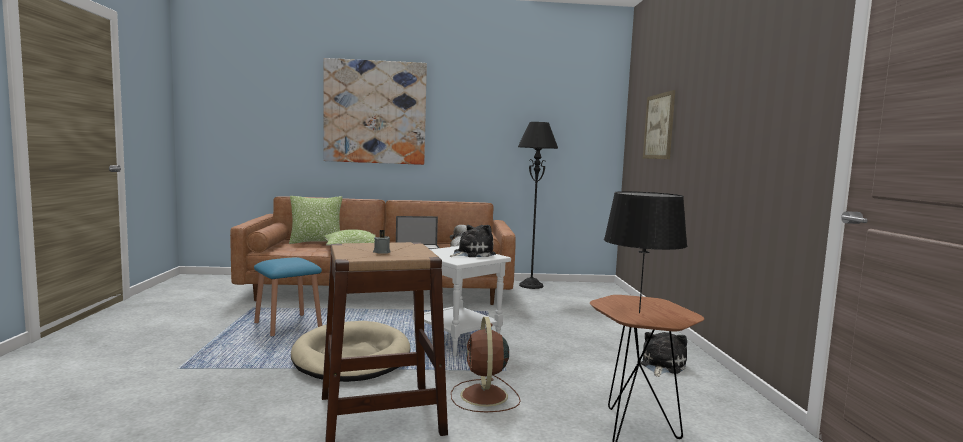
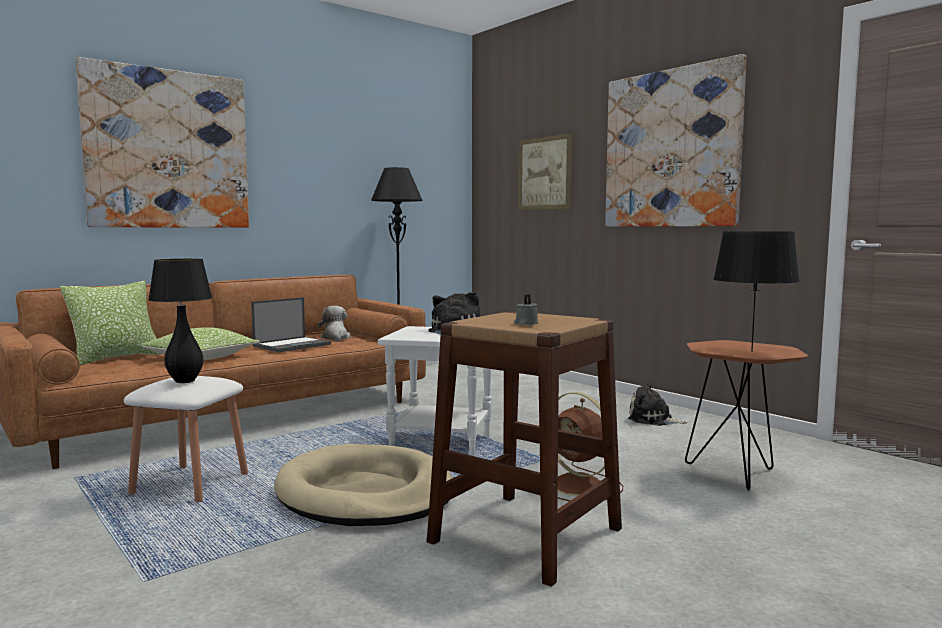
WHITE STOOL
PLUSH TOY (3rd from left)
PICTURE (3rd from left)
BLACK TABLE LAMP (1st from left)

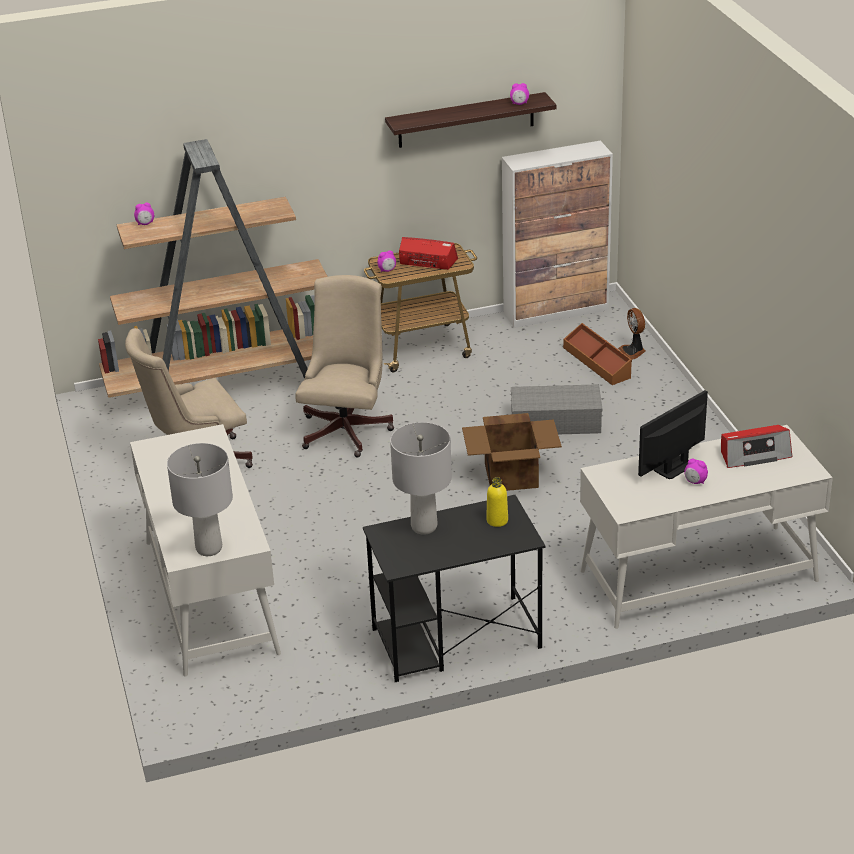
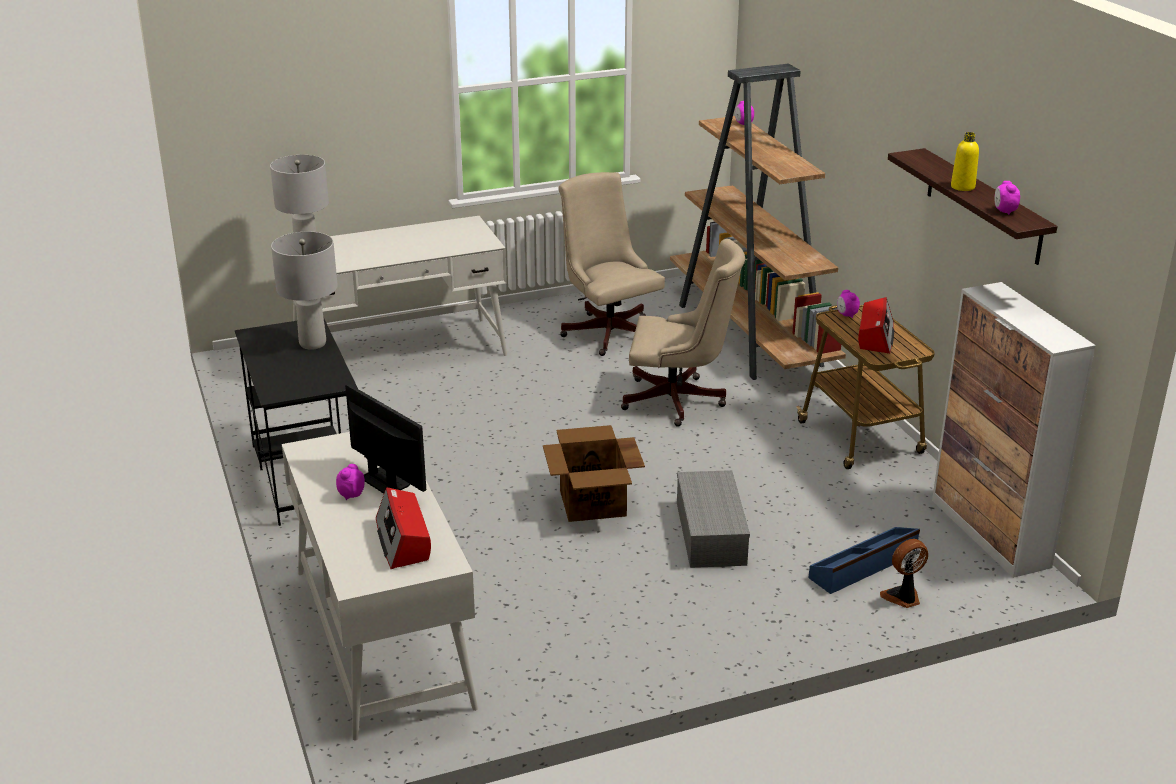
BLUE STORAGE BOX
YELLOW BOTTLE

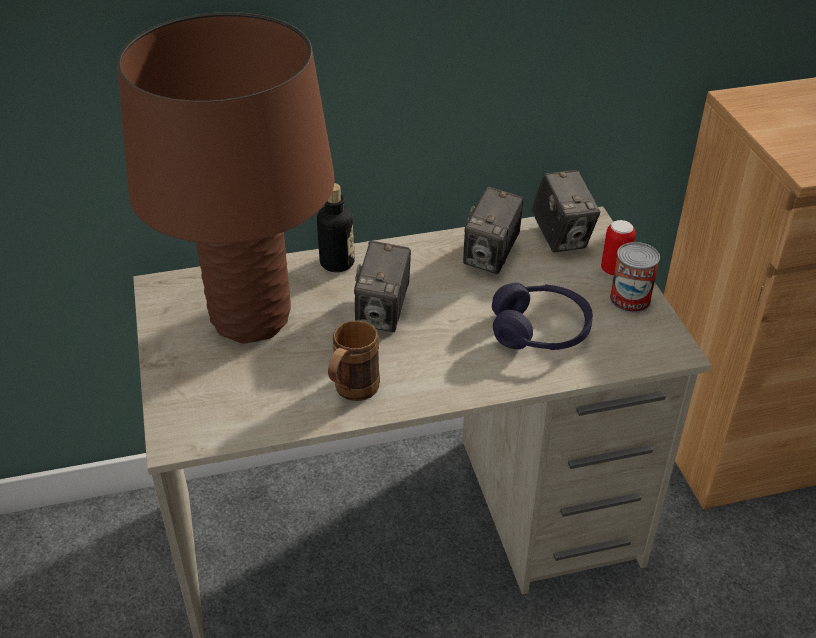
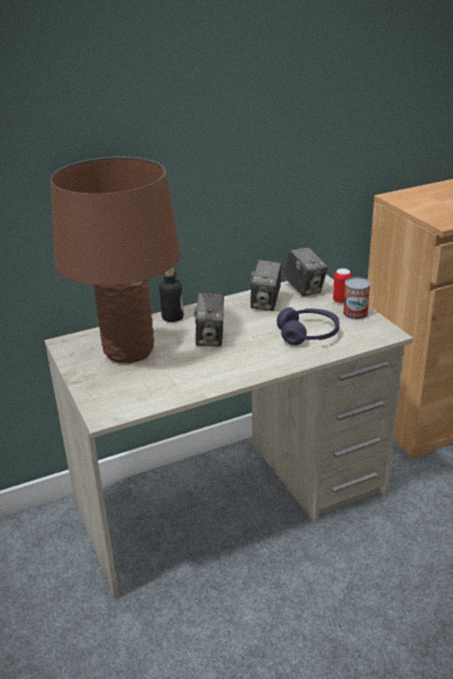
BROWN MUG

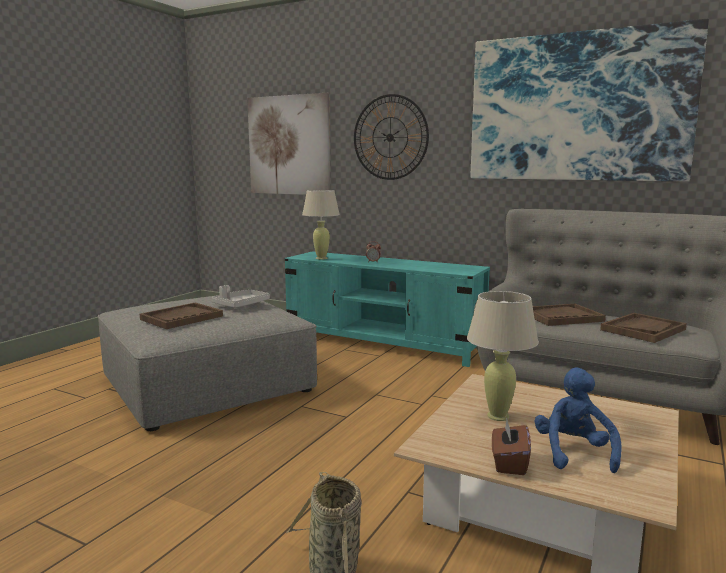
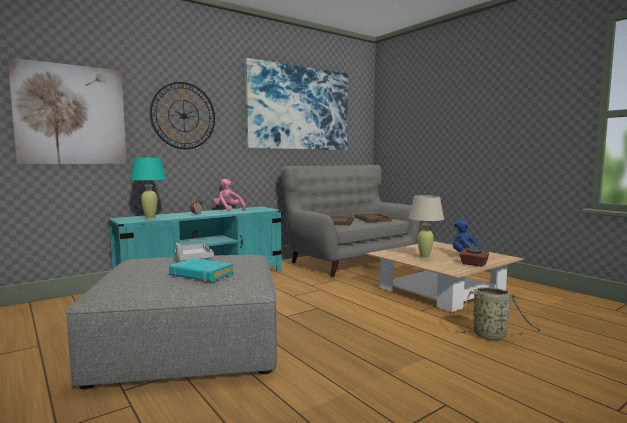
TURQUOISE TABLE LAMP
TURQUOISE BOOK
PINK PLUSH TOY

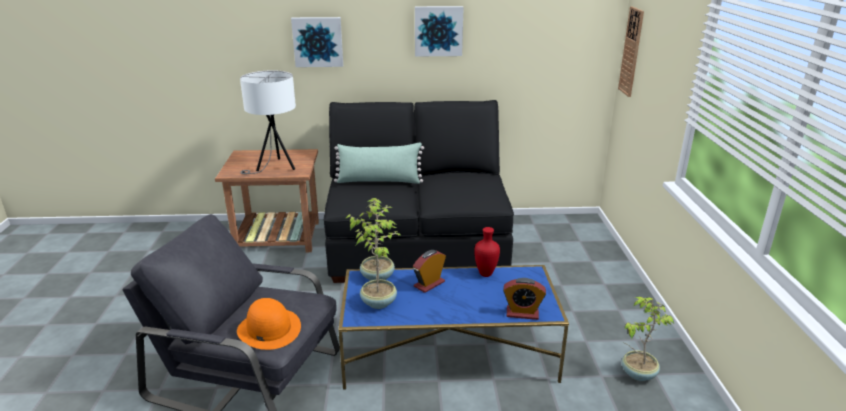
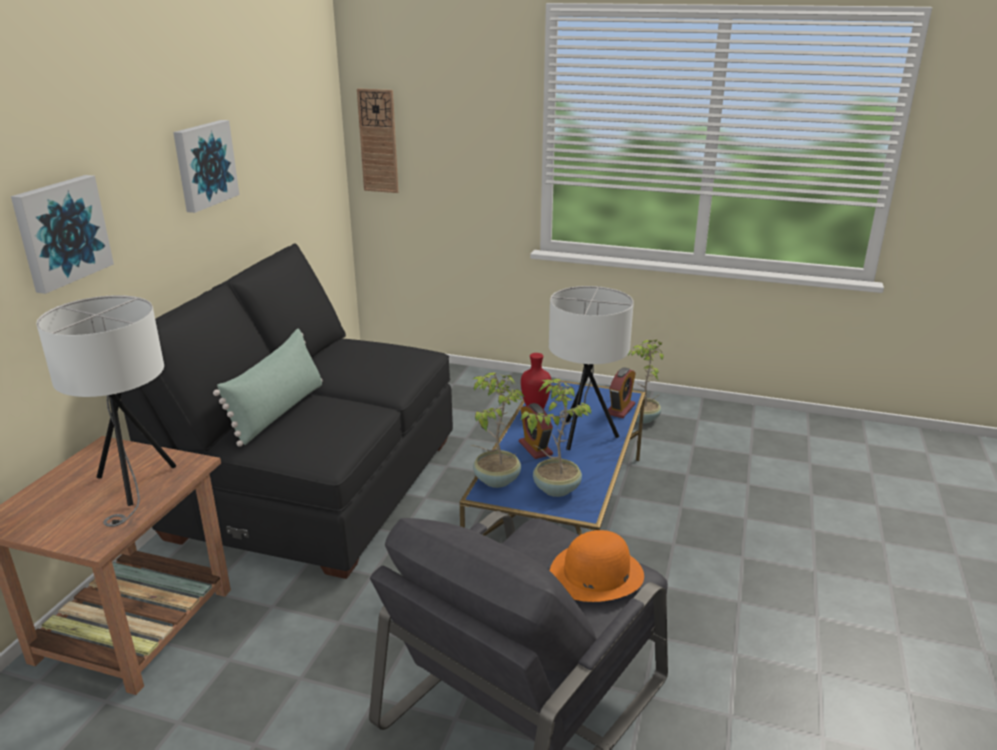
WHITE TABLE LAMP (2nd from left)

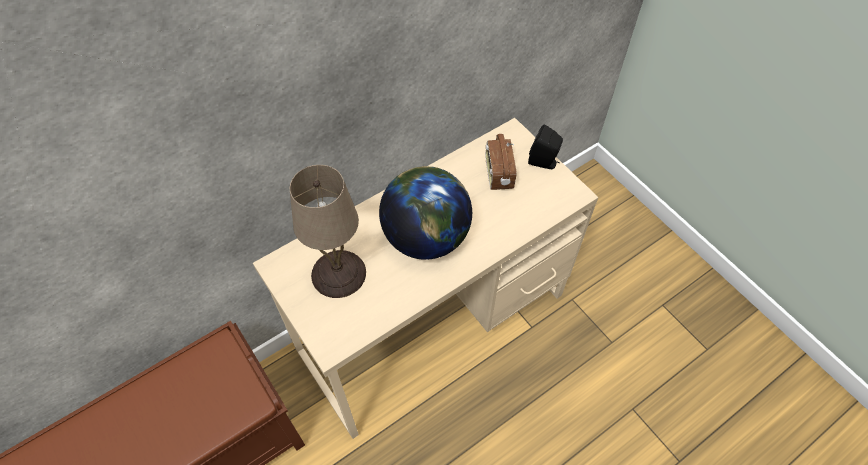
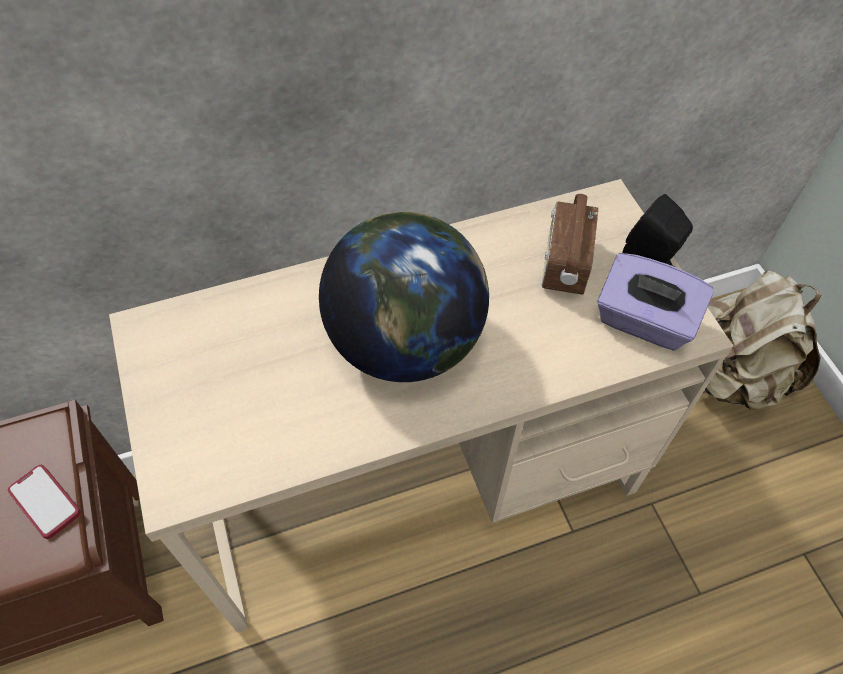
BEIGE TABLE LAMP
PURPLE TISSUE BOX
BEIGE BACKPACK
PHONE

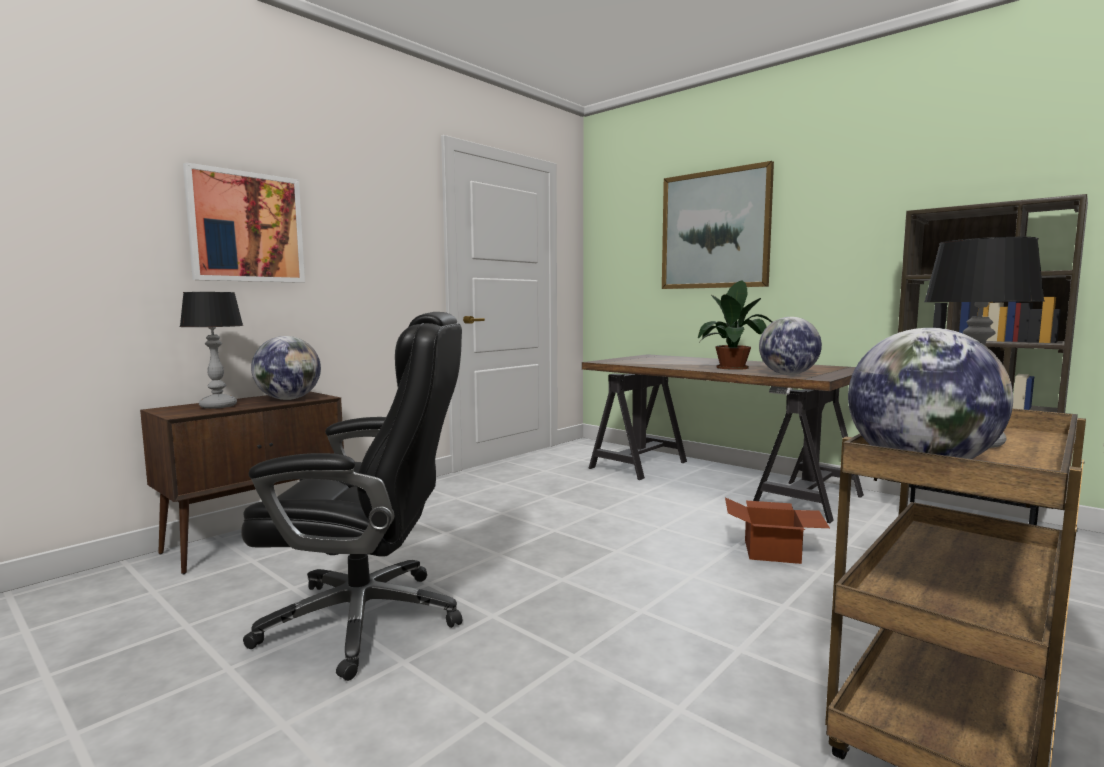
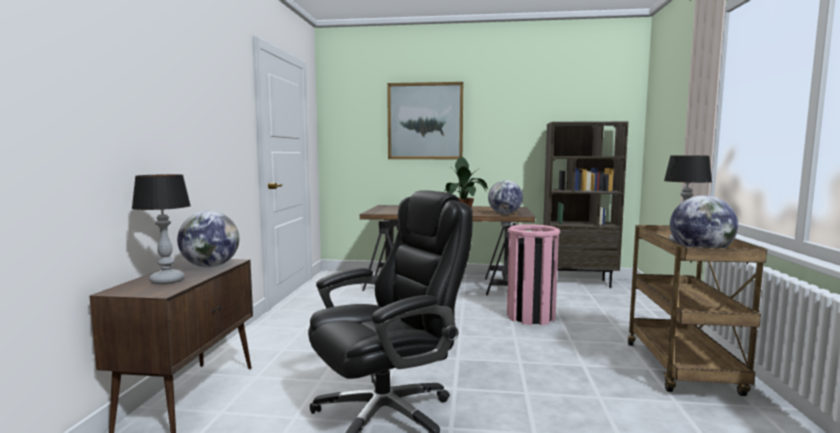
PICTURE (1st from left in the first image)
PINK TRASH CAN

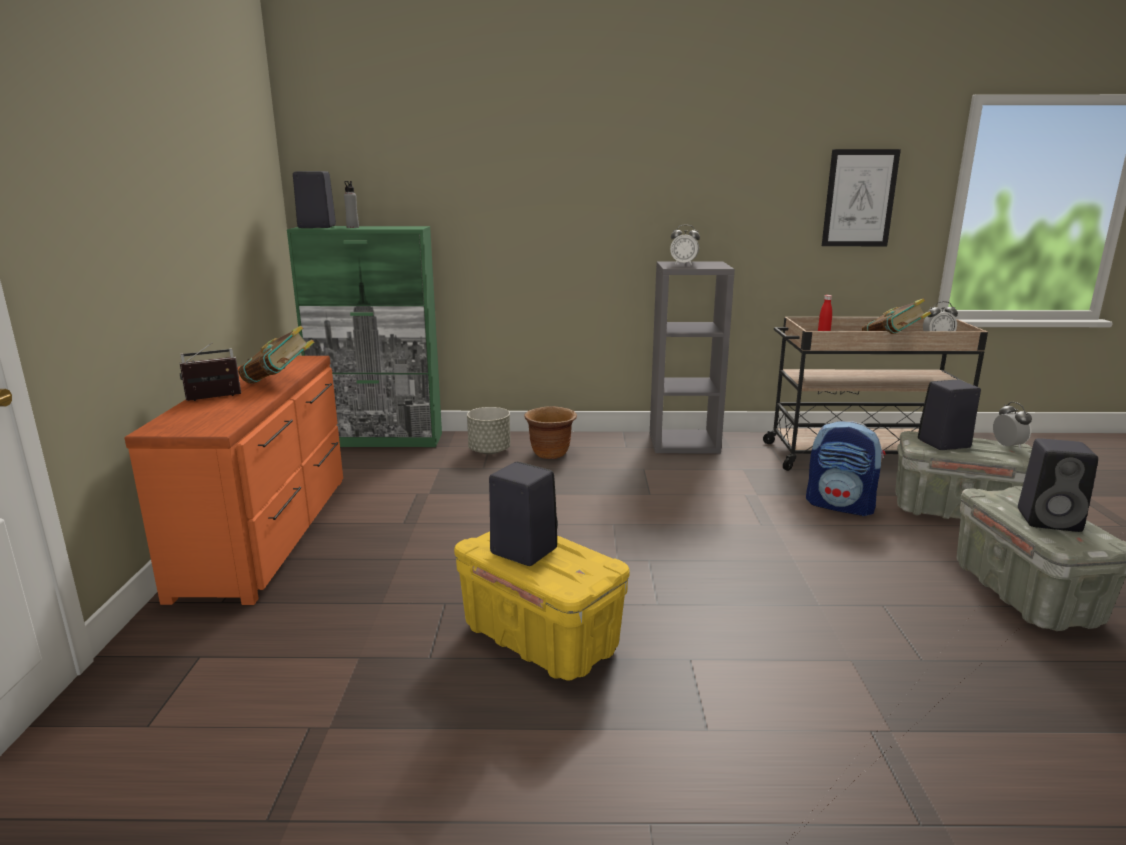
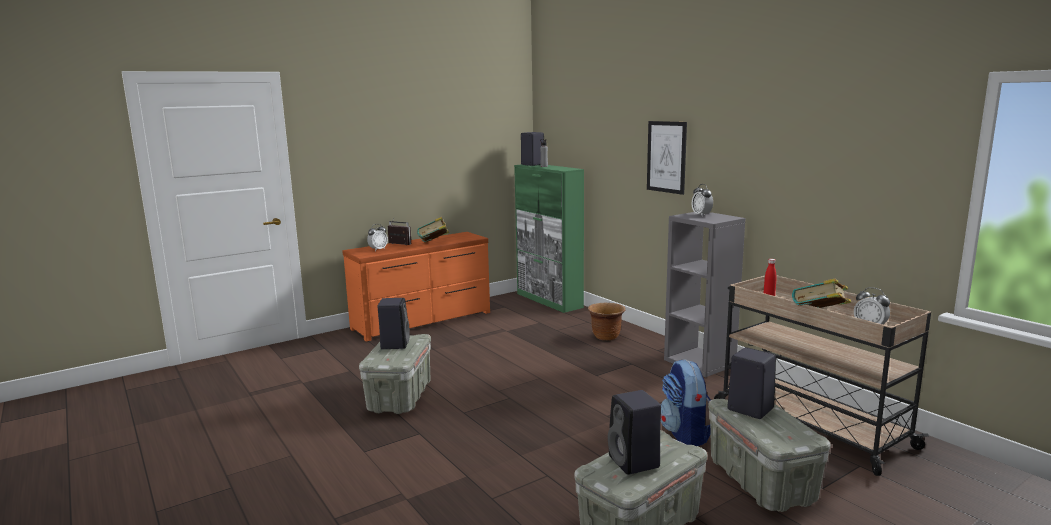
PICTURE
ALARM CLOCK (1st from left)
GREY PLANTER
GREY STORAGE BOX (1st from left)

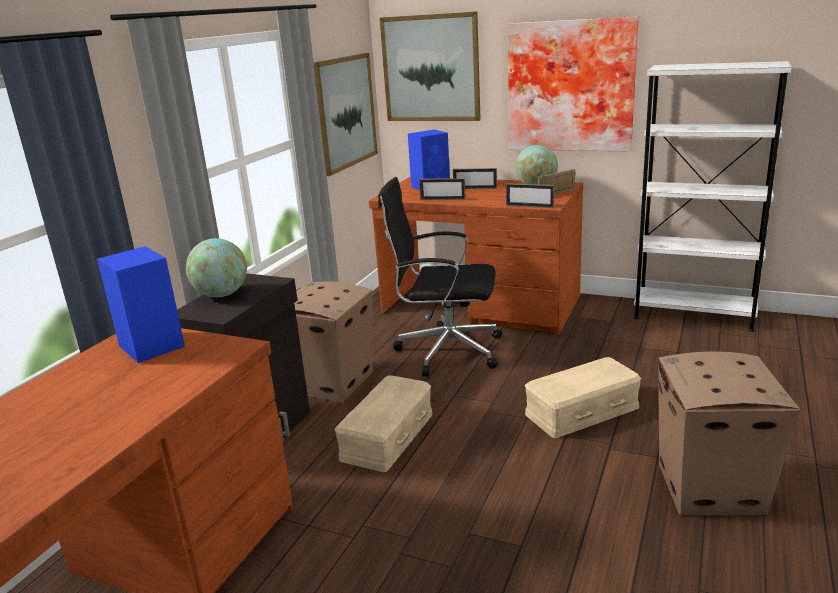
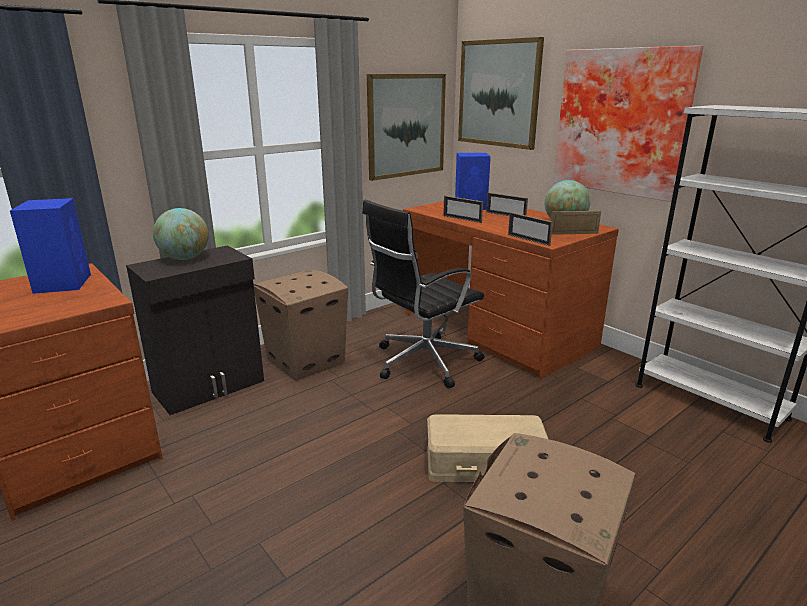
BLACK OFFICE CHAIR
BEIGE STORAGE BOX (1st from left in the first image)

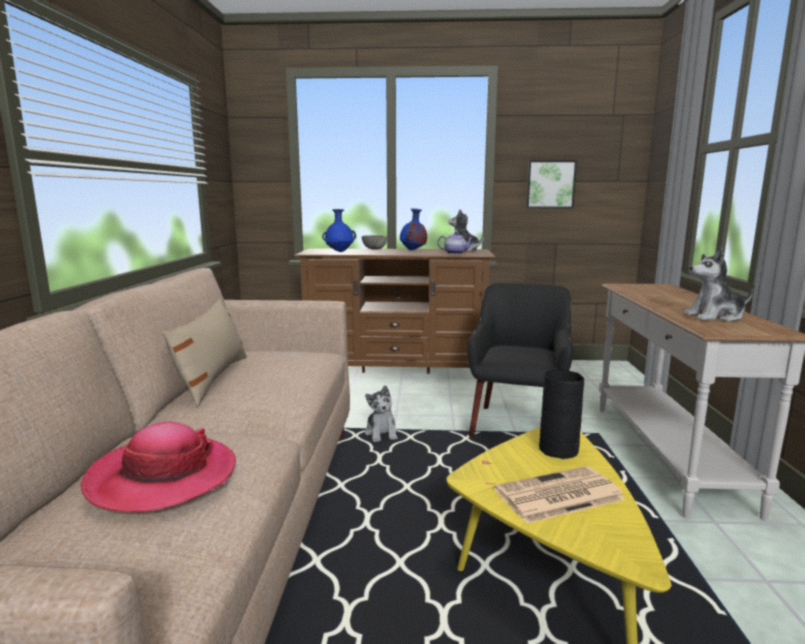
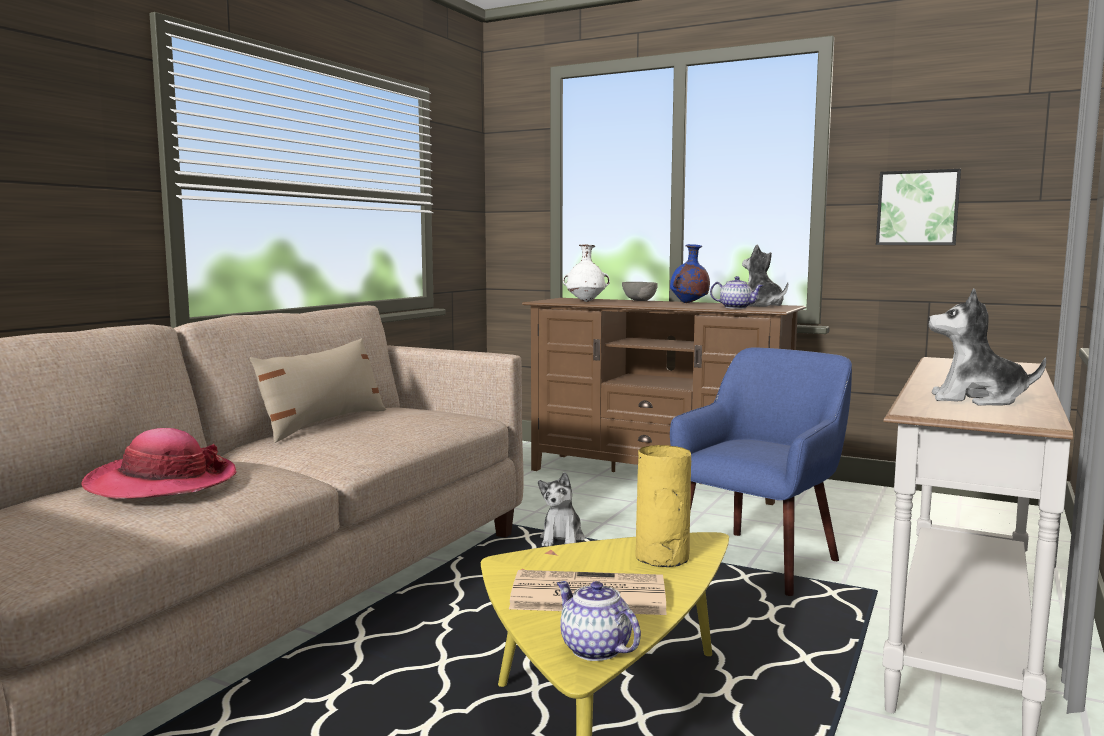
WHITE VASE
BLUE ARMCHAIR
YELLOW VASE
TEAPOT (1st from left)

